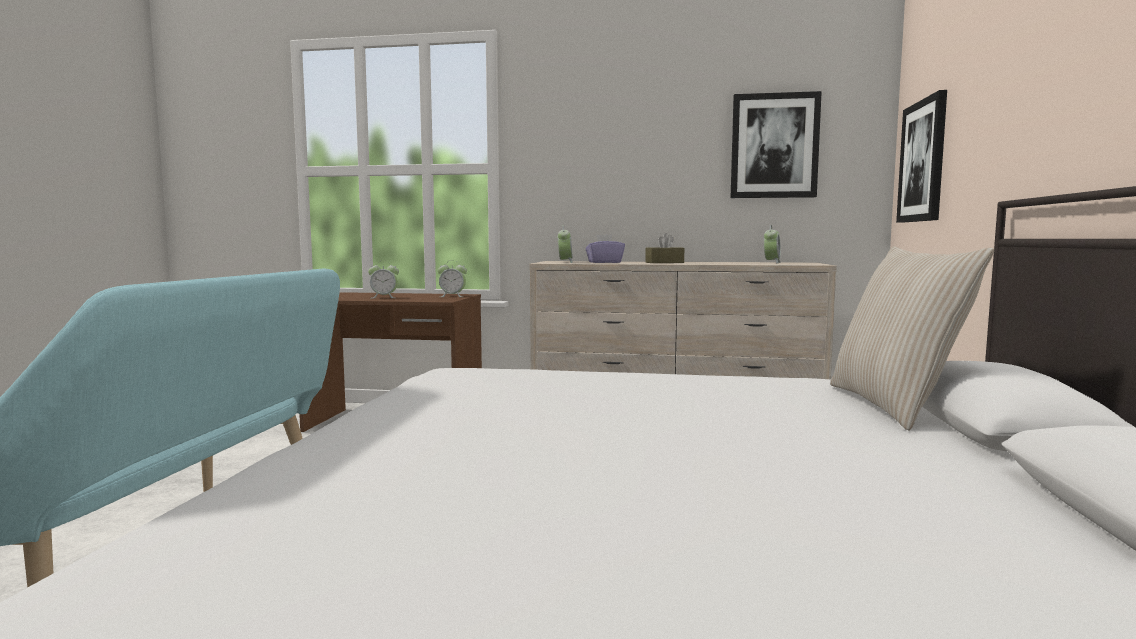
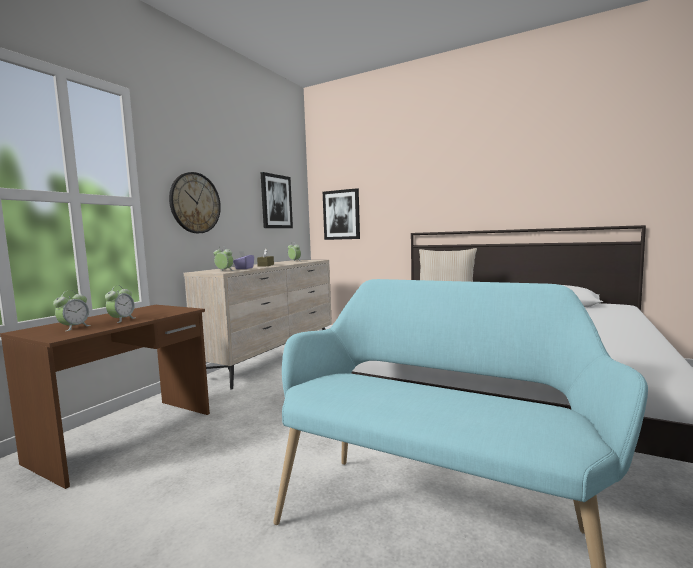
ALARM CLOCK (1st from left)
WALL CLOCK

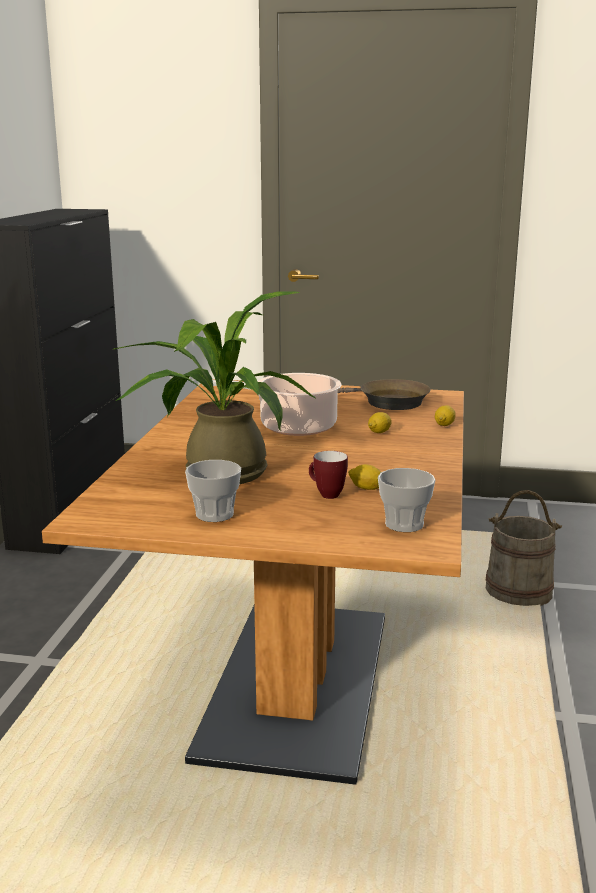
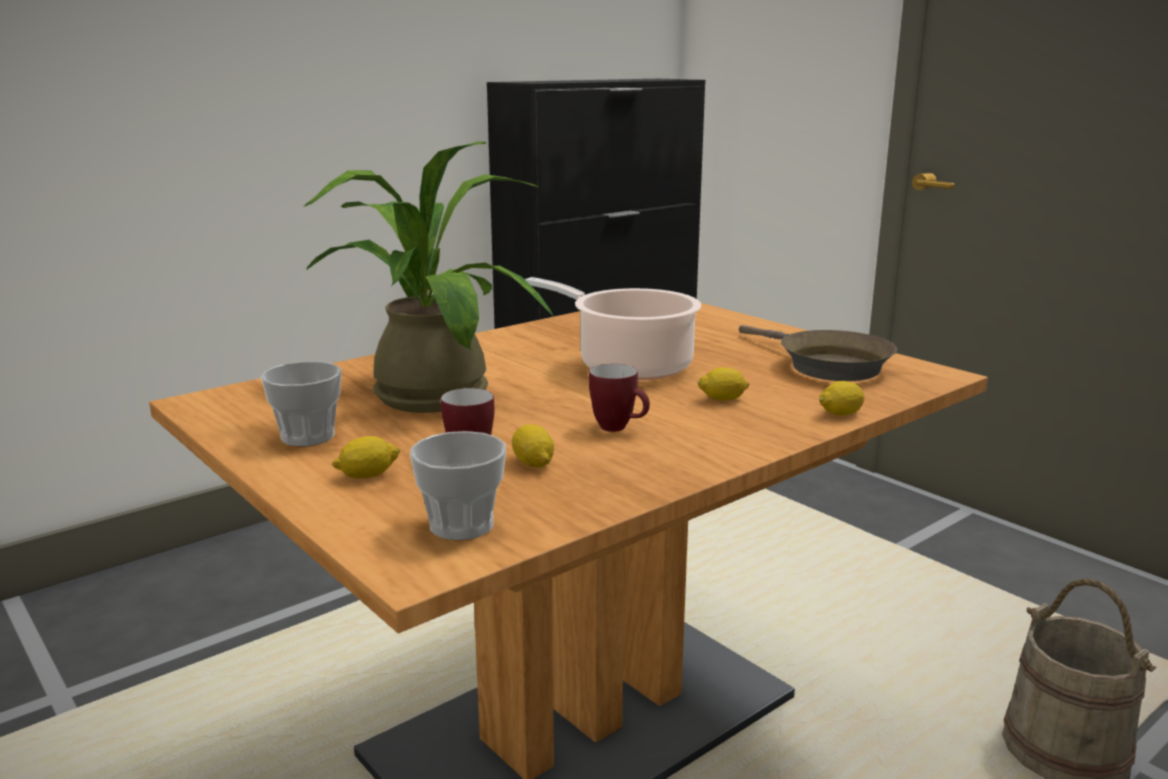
MUG (2nd from left)
LEMON (1st from left)

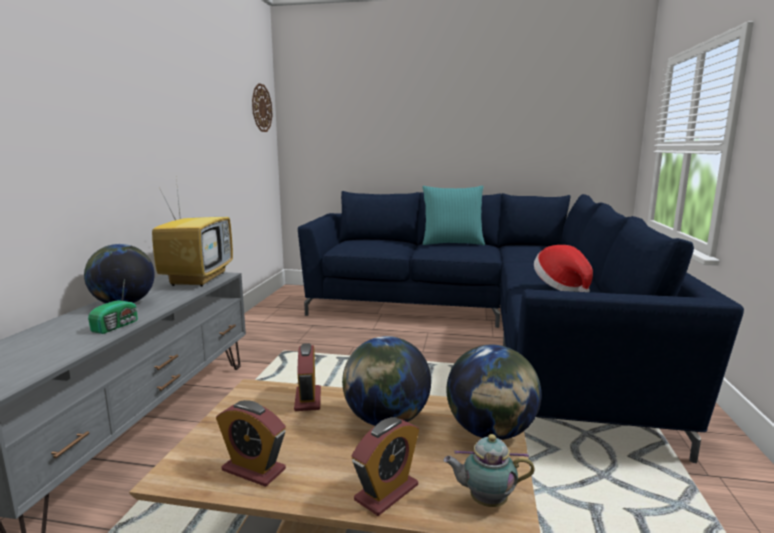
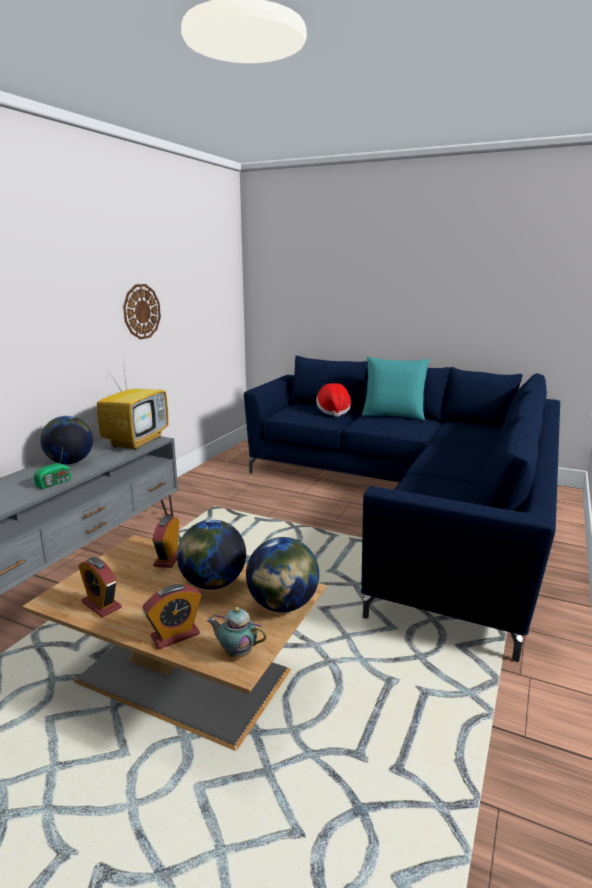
WALL CLOCK
HAT

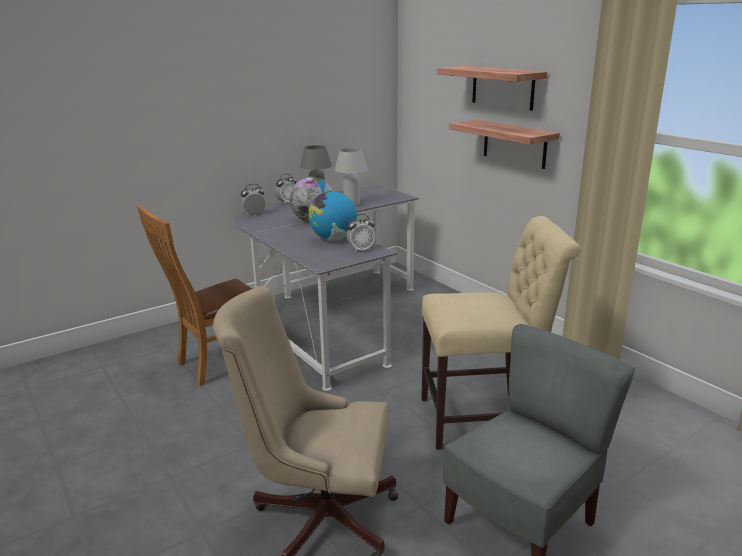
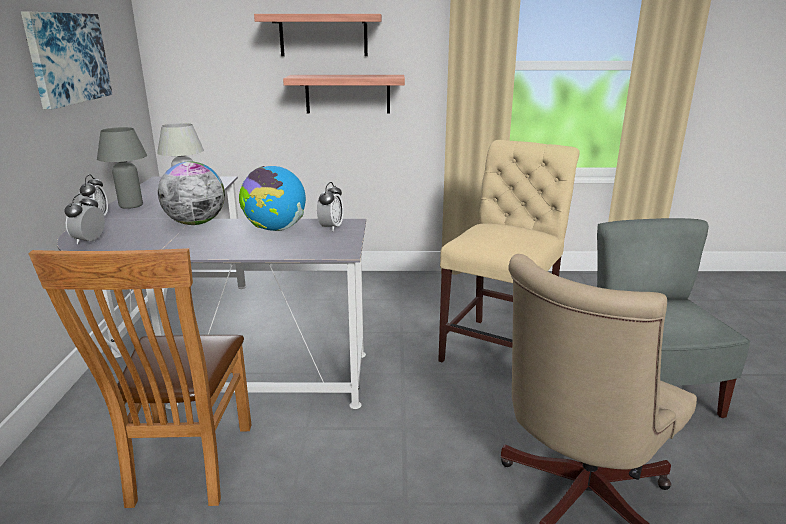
PICTURE

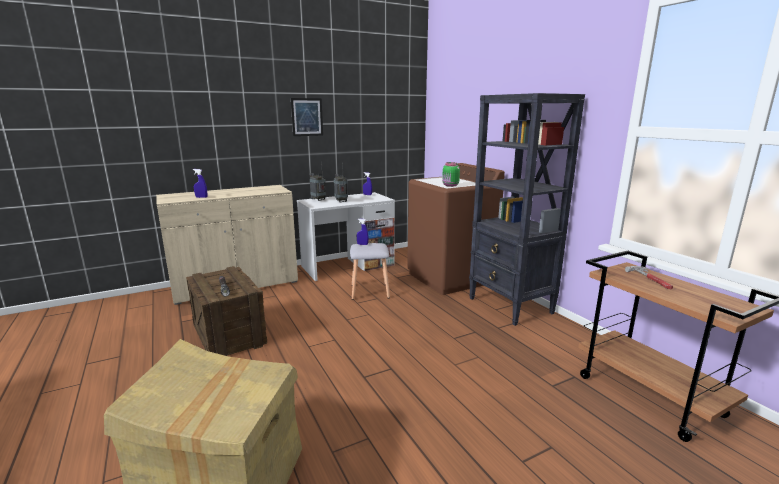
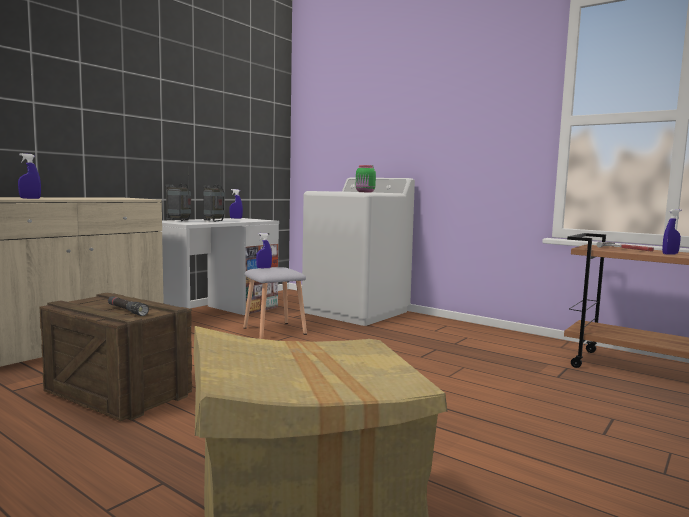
BLACK BOOKCASE
PICTURE
WHITE WASHING MACHINE
BLUE SPRAY BOTTLE (4th from left)

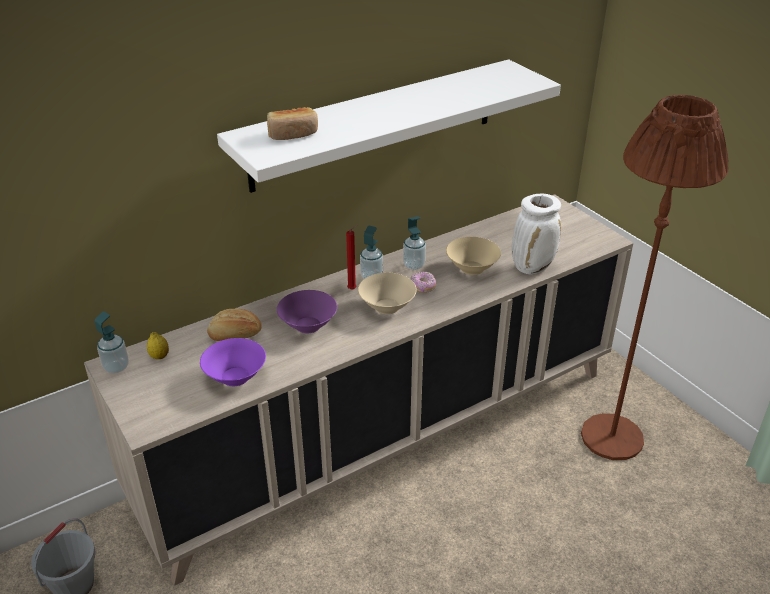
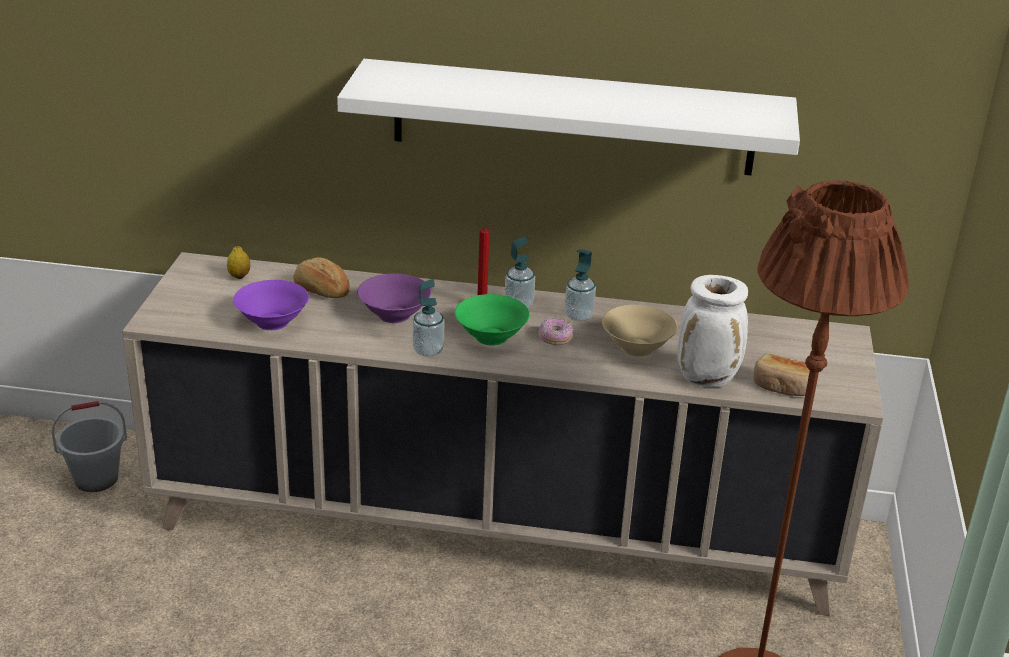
BREAD (2nd from left)
GREEN BOWL
SOAP DISPENSER (1st from left)

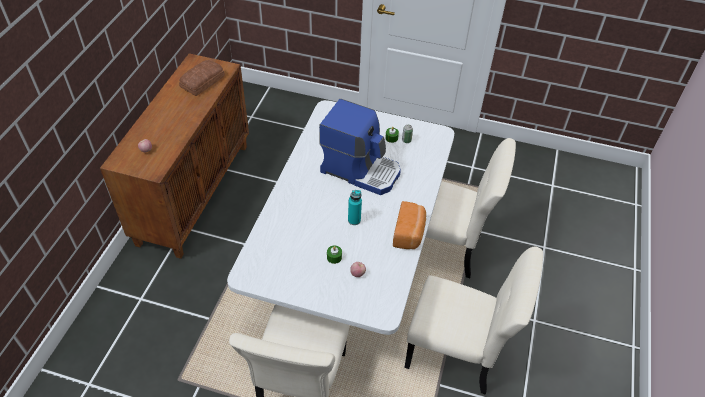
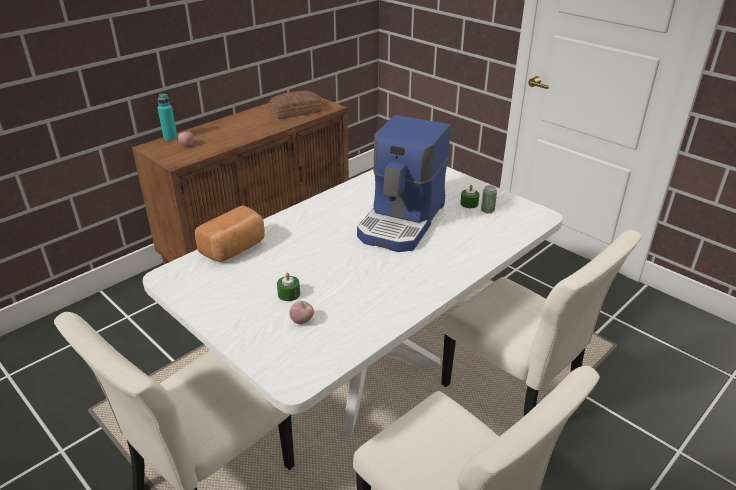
COFFEE MACHINE
TURQUOISE BOTTLE
BREAD (1st from left)

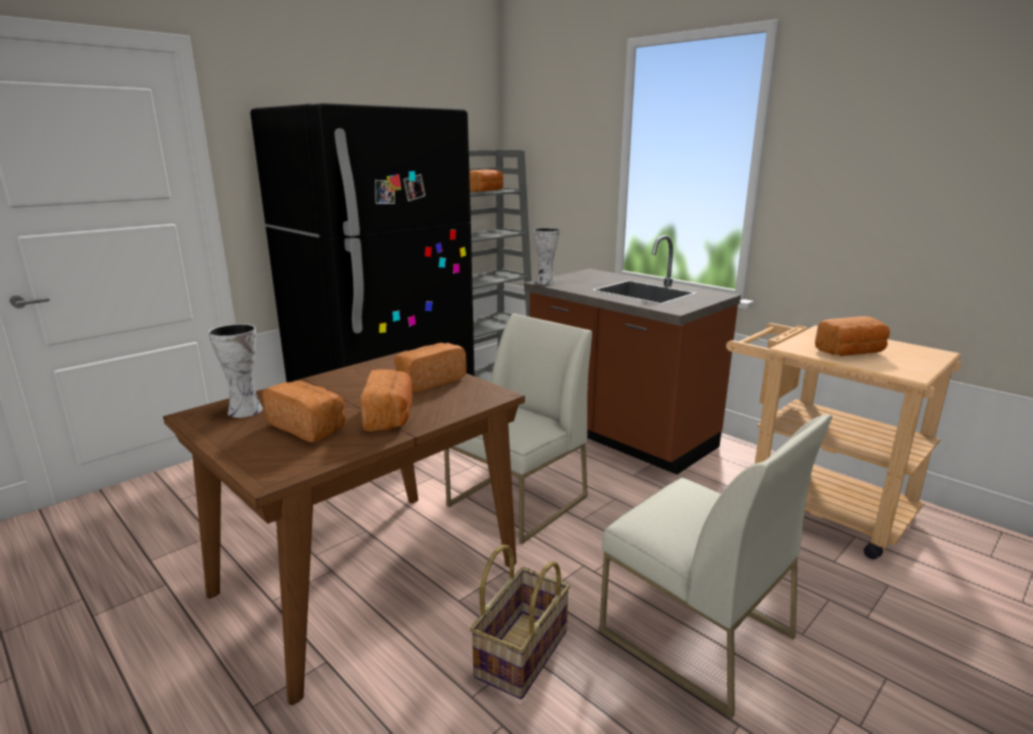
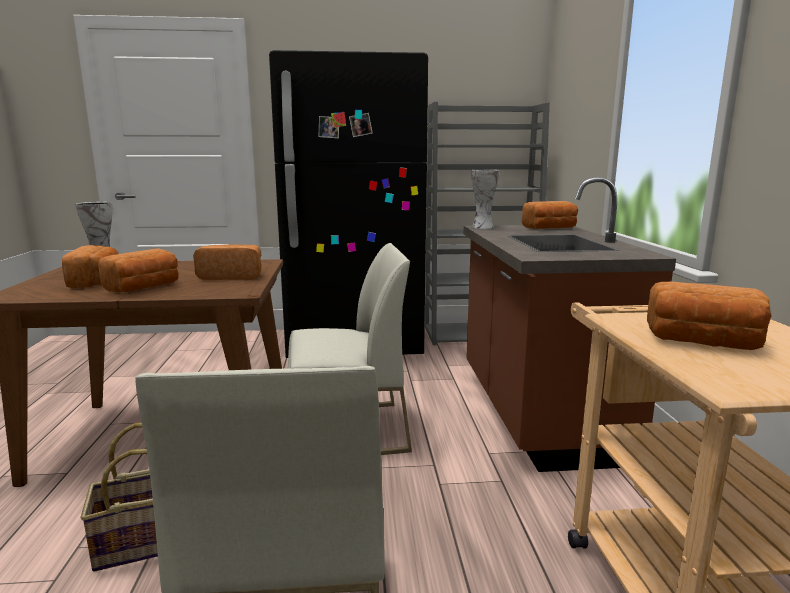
BREAD (4th from left)

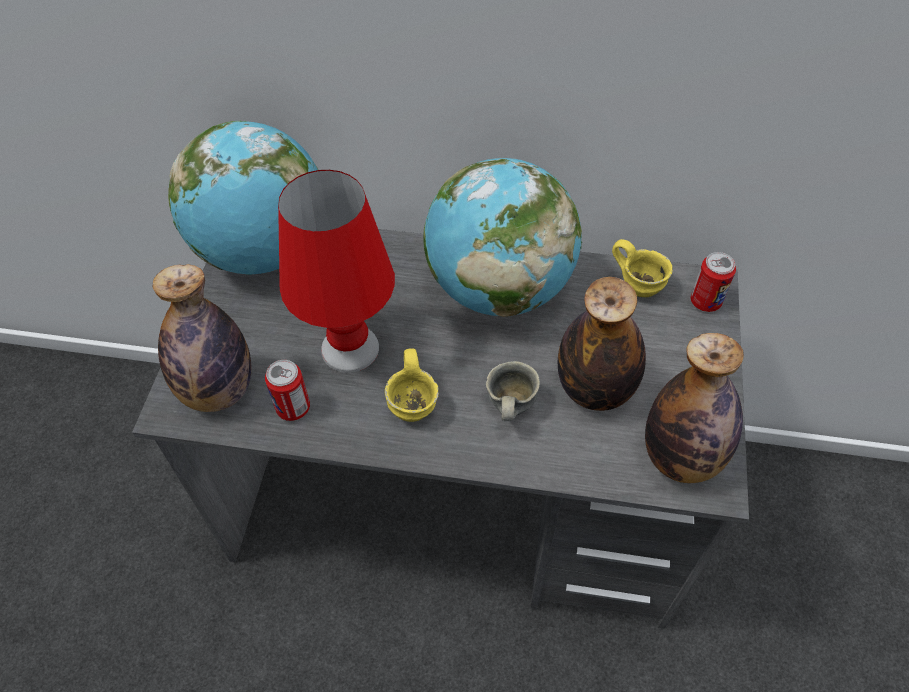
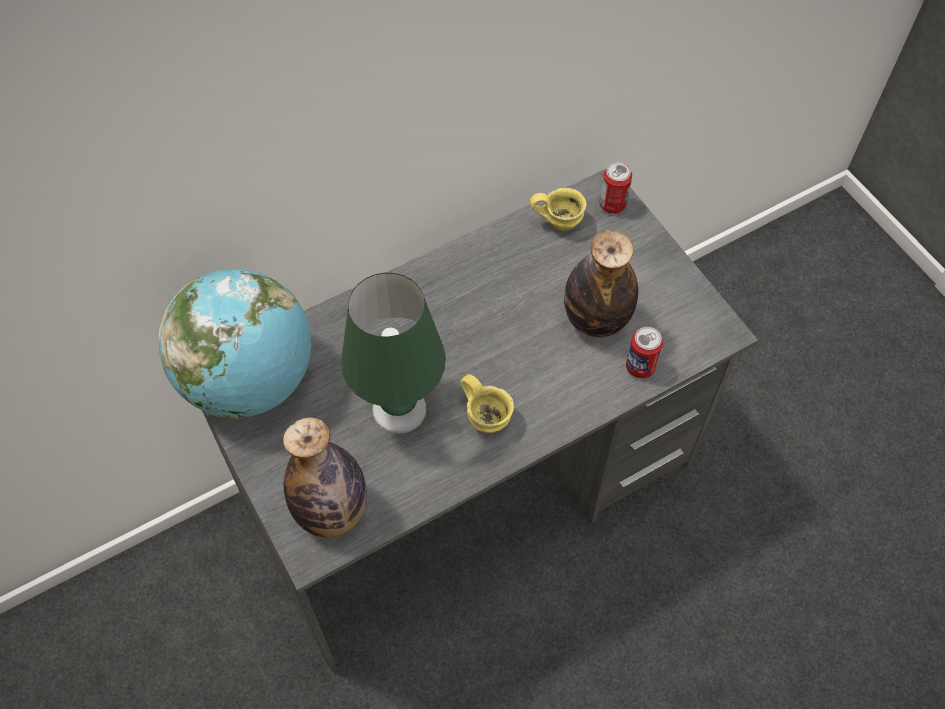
GLOBE (2nd from left in the first image)
GREEN TABLE LAMP
BOTTLE (3rd from left in the first image)
CAN (2nd from left)
GREY MUG

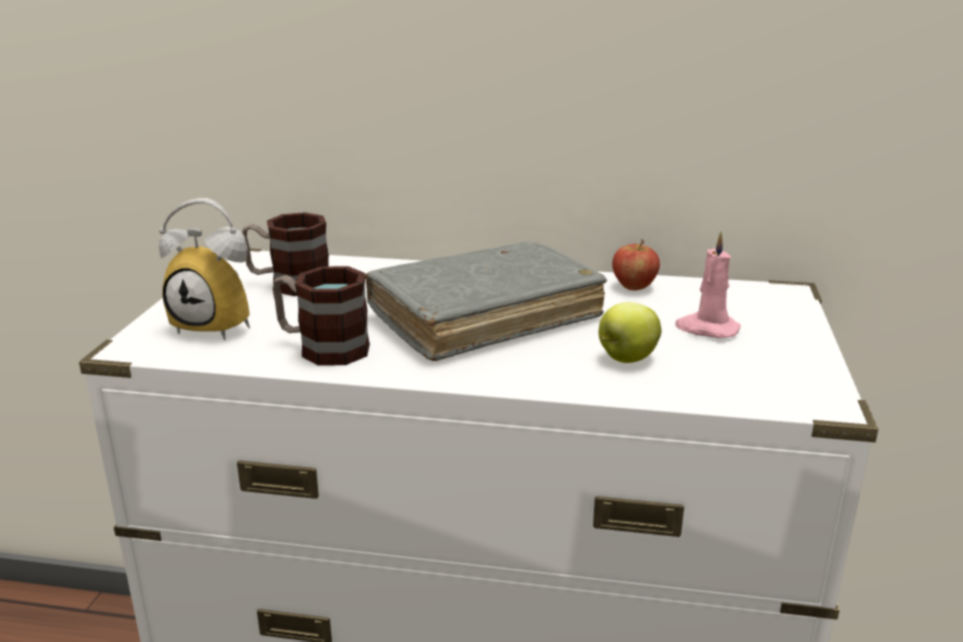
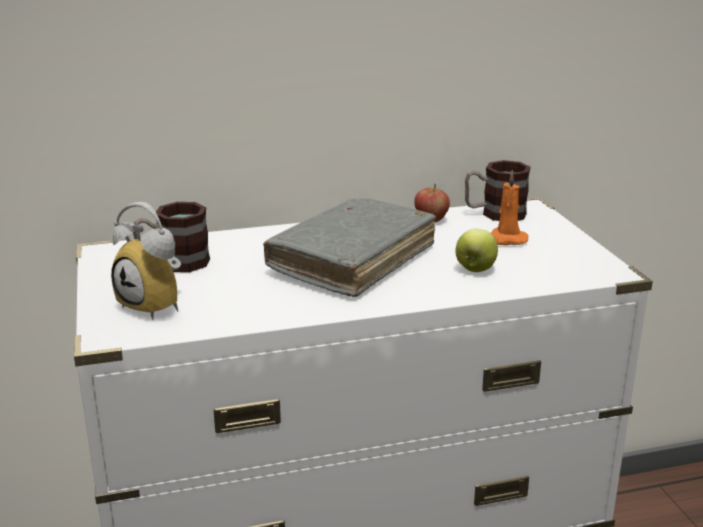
ALARM CLOCK
ORANGE CANDLE
MUG (2nd from left)

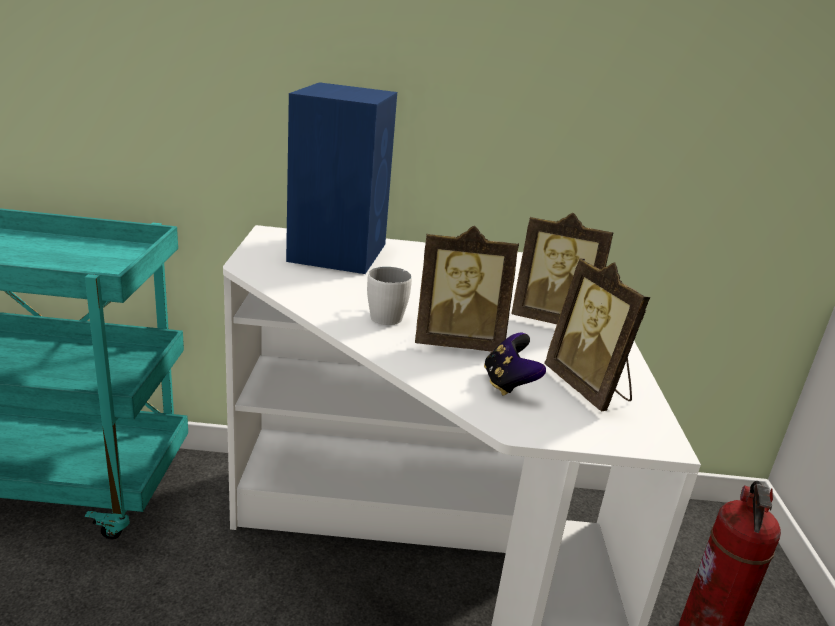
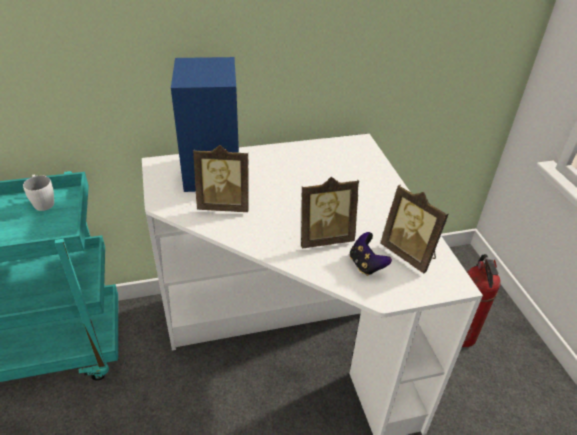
PICTURE FRAME (1st from left)
WHITE MUG

